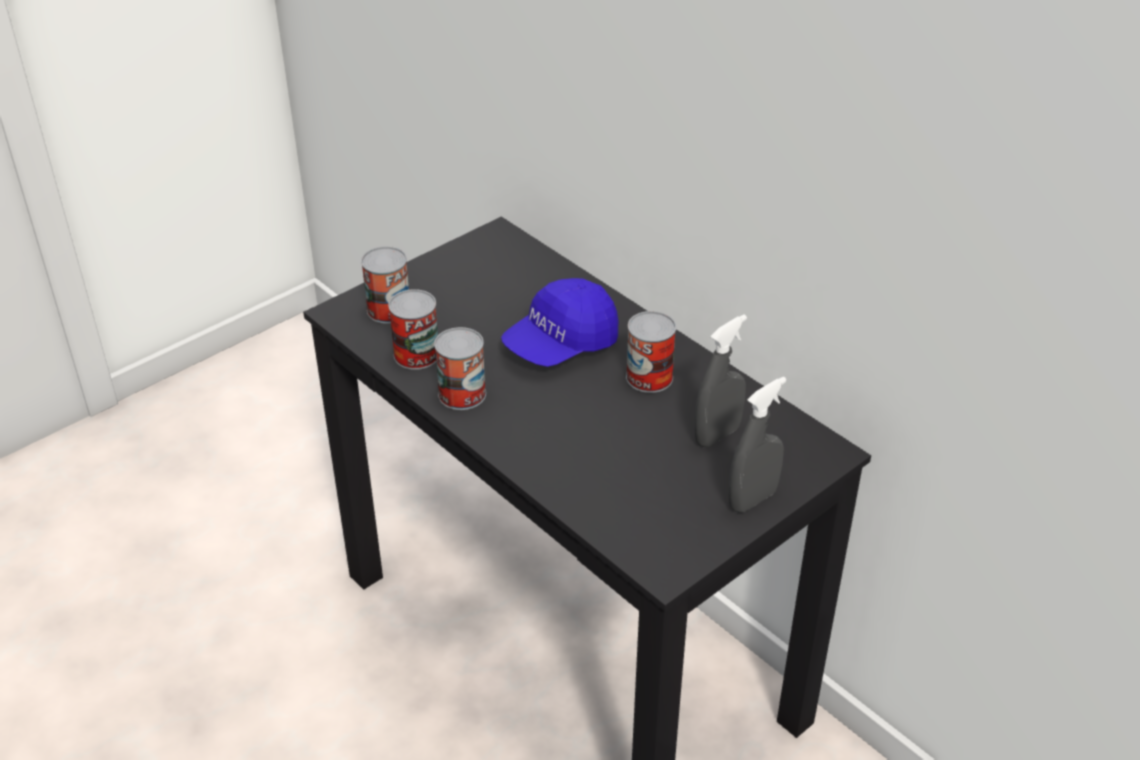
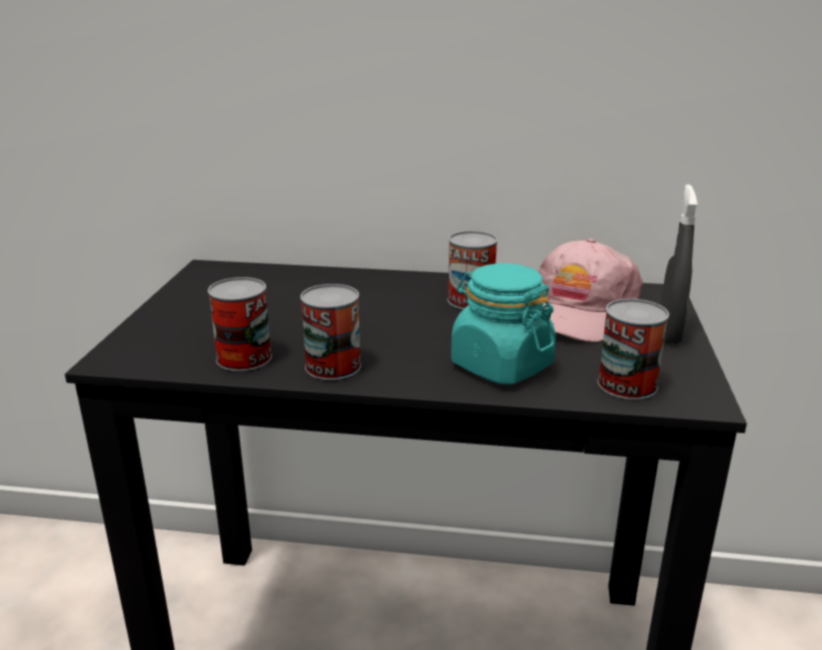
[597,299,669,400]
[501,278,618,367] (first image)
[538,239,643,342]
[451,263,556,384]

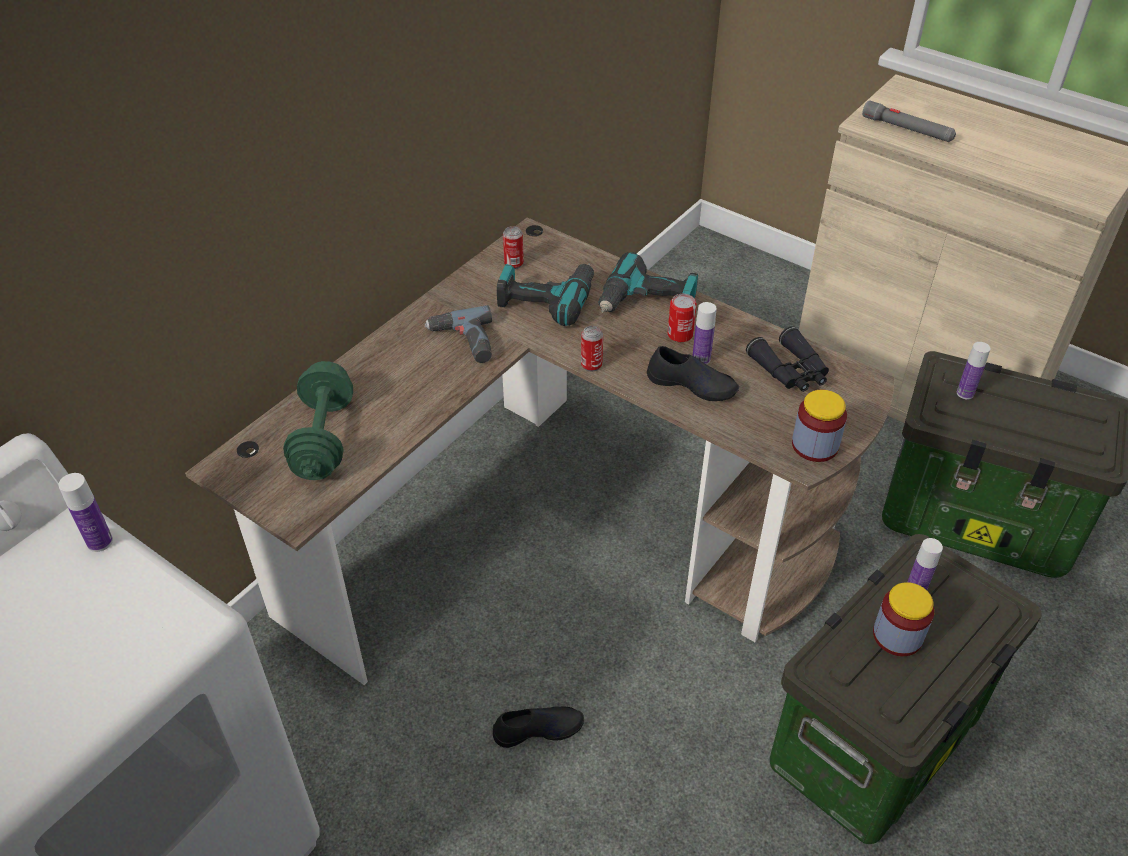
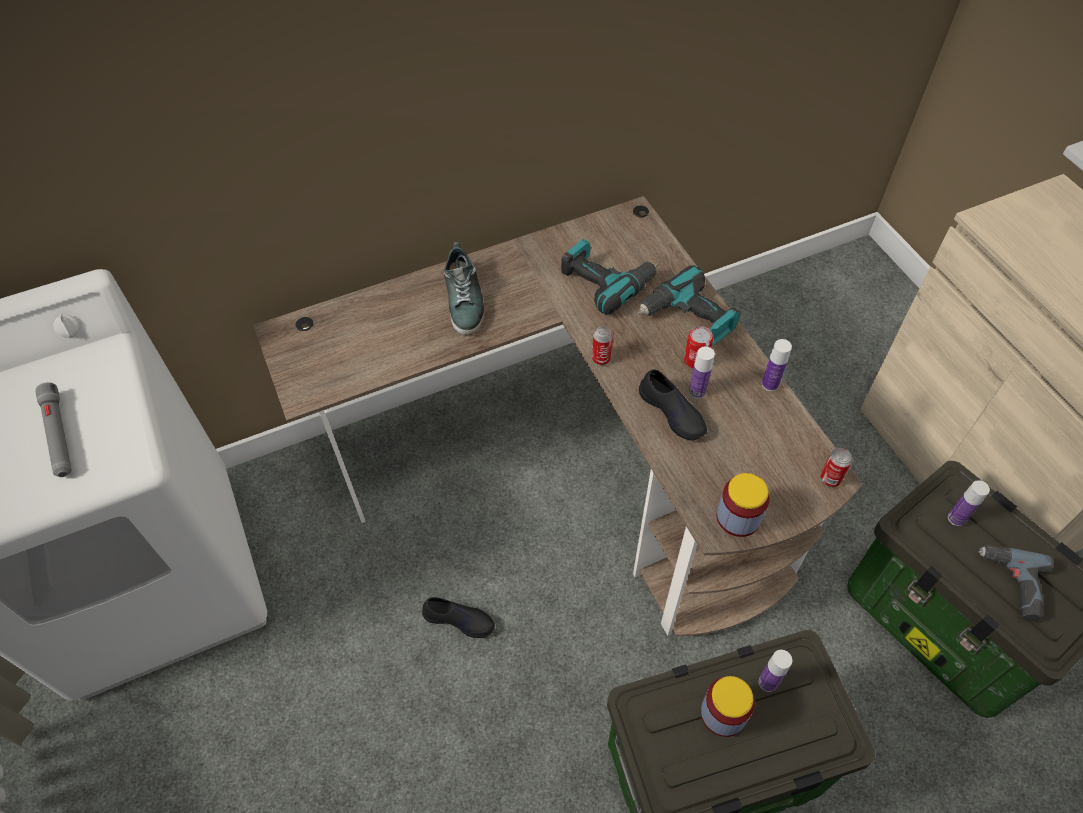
[762,339,792,391]
[283,361,353,480] (first image)
[979,545,1053,622]
[820,448,853,487]
[746,326,829,392] (first image)
[35,382,72,477]
[444,242,485,336]

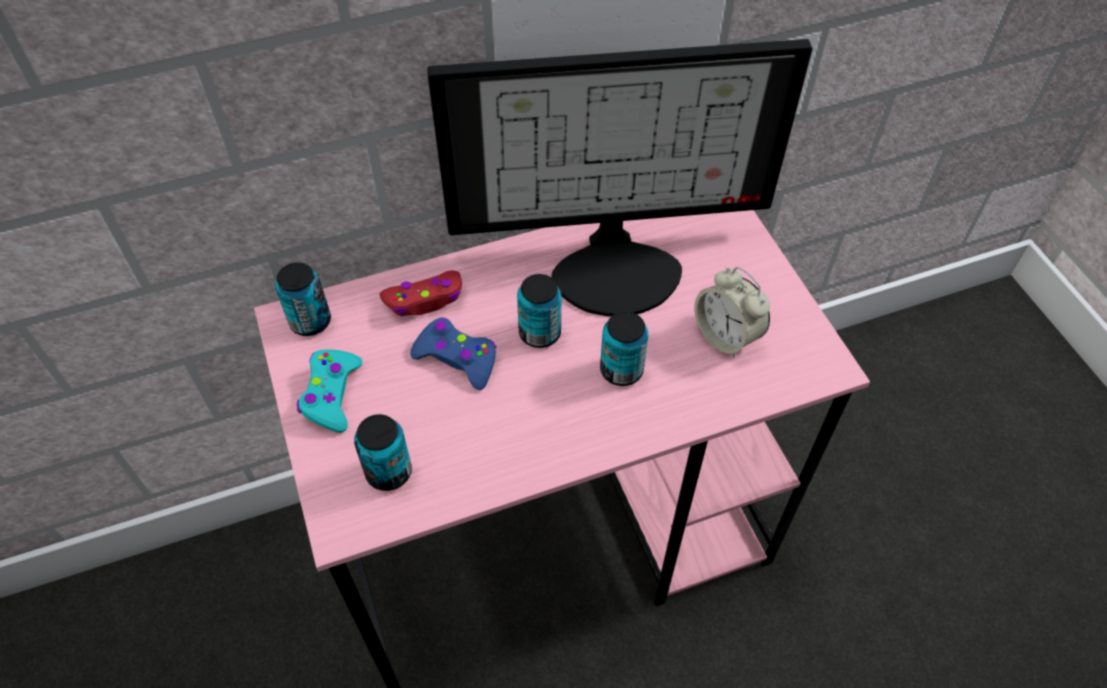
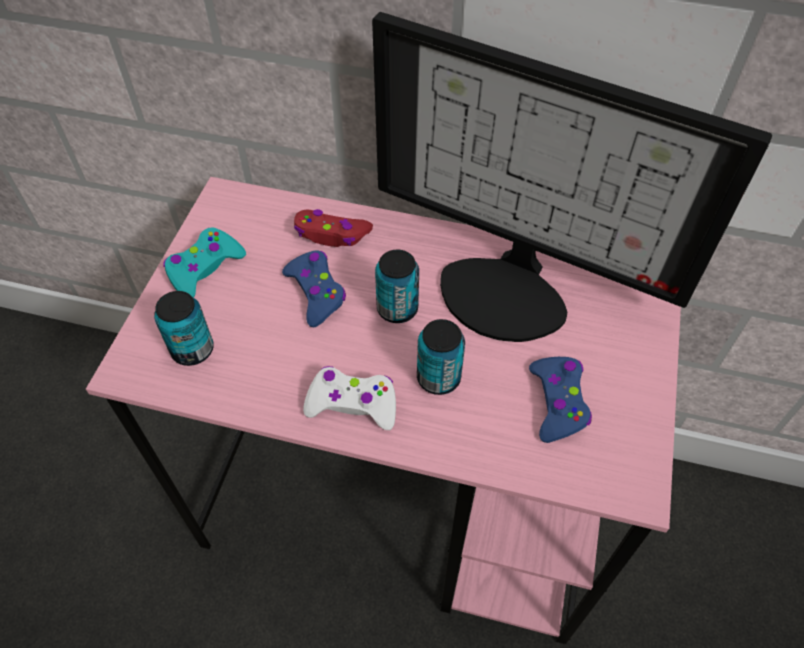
[275,262,331,336] (first image)
[529,357,592,443]
[303,366,396,430]

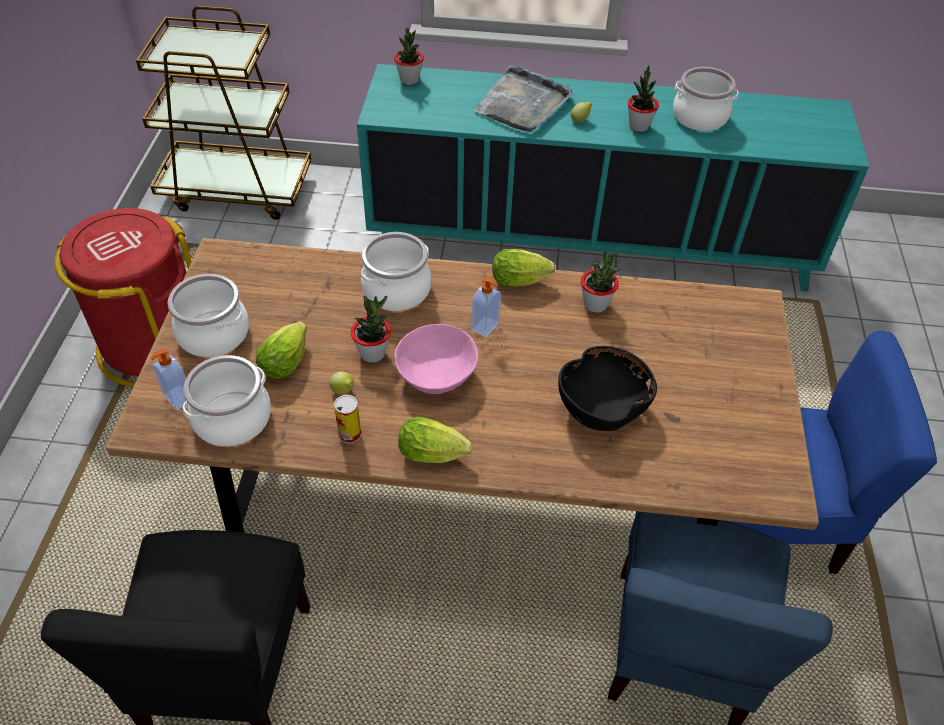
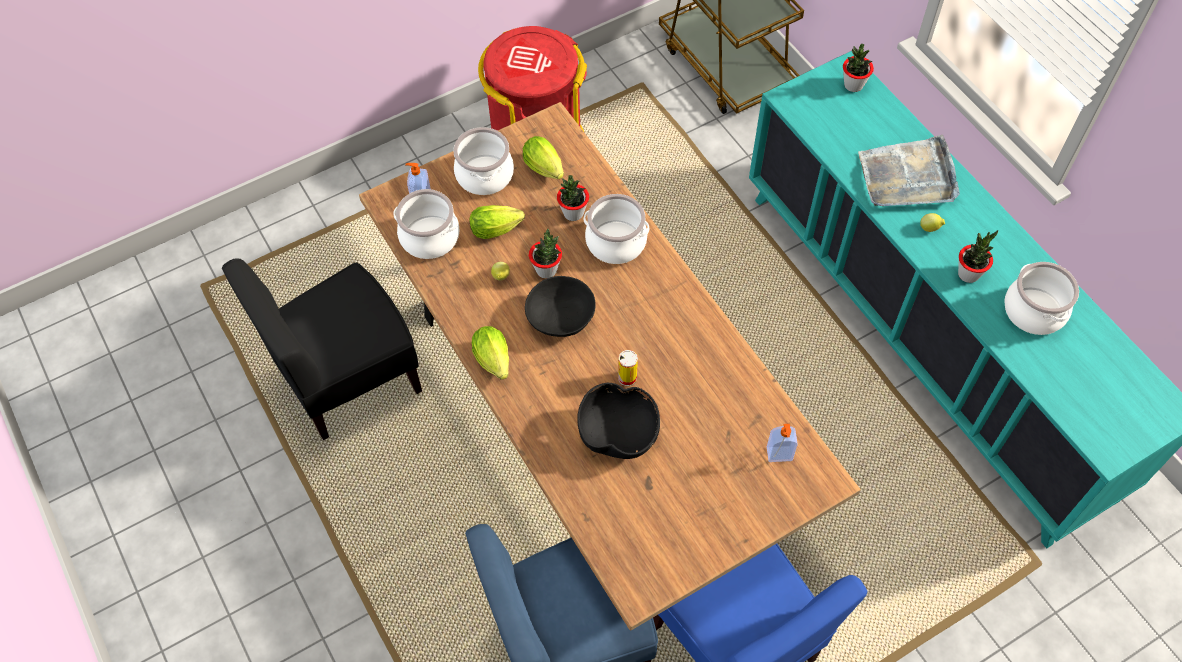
[618,350,638,386]
[525,276,596,337]
[767,424,798,462]
[523,136,564,179]
[557,175,589,221]

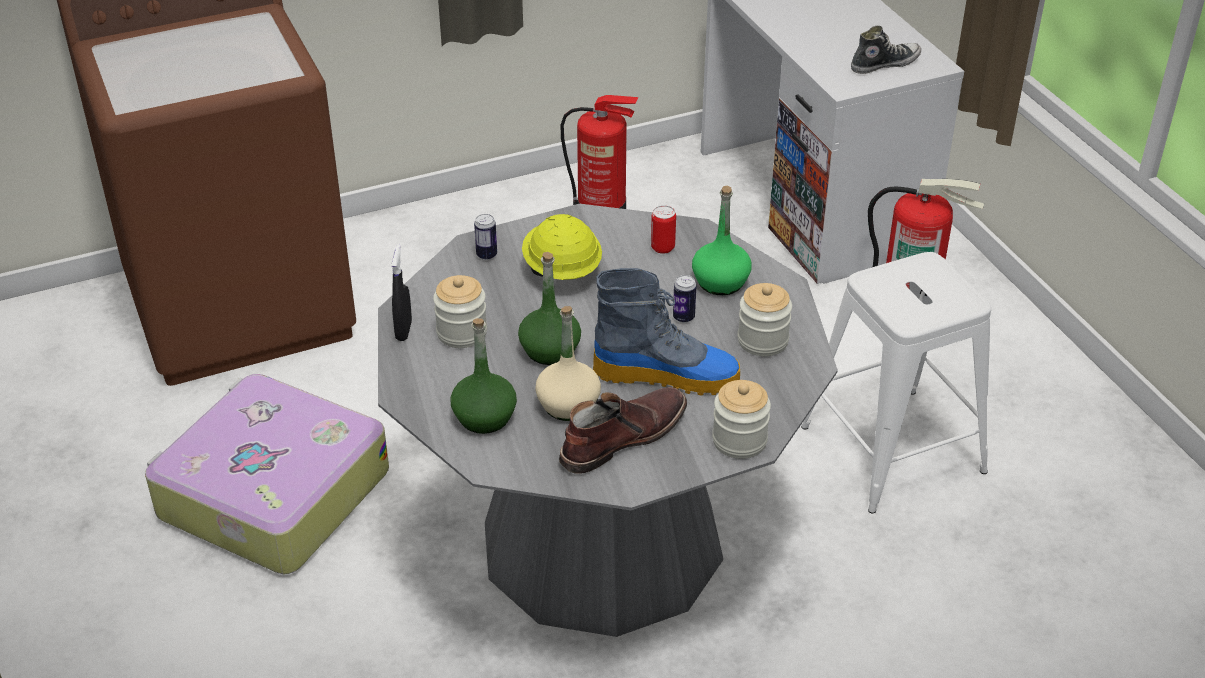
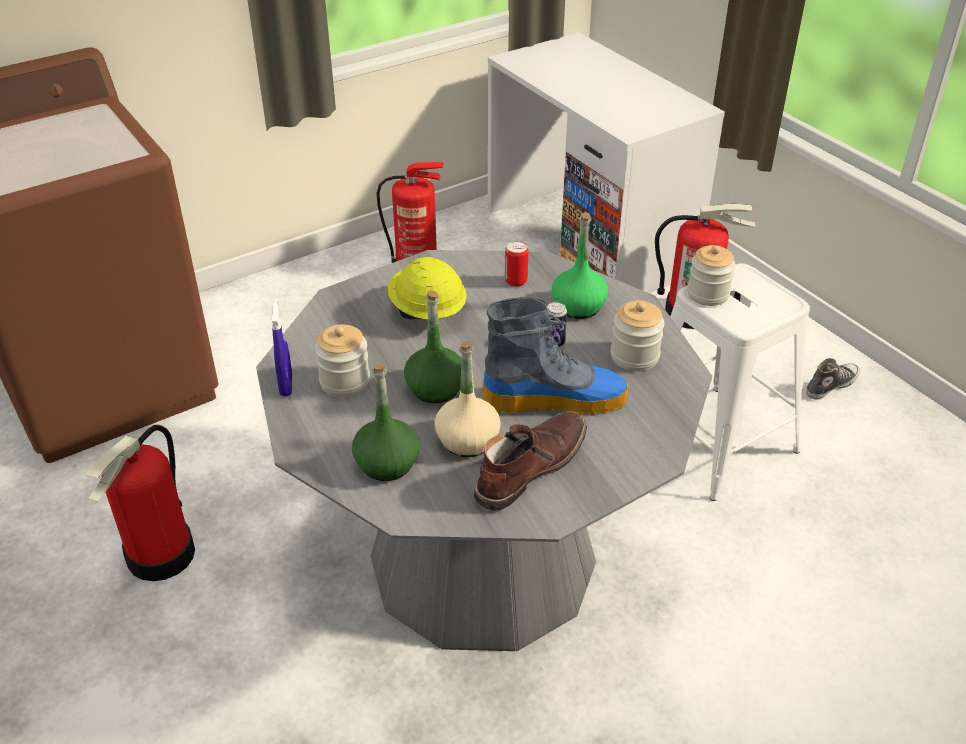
[86,425,195,581]
[271,299,292,396]
[474,214,497,260] (first image)
[687,245,735,306]
[806,358,860,400]

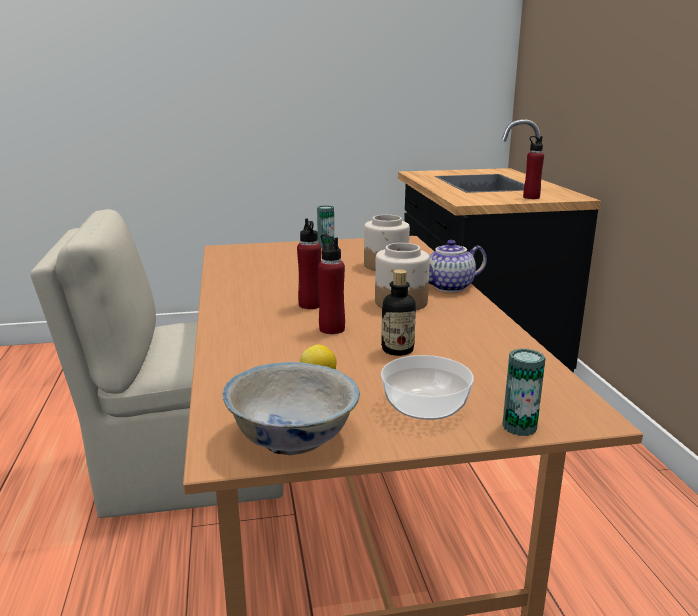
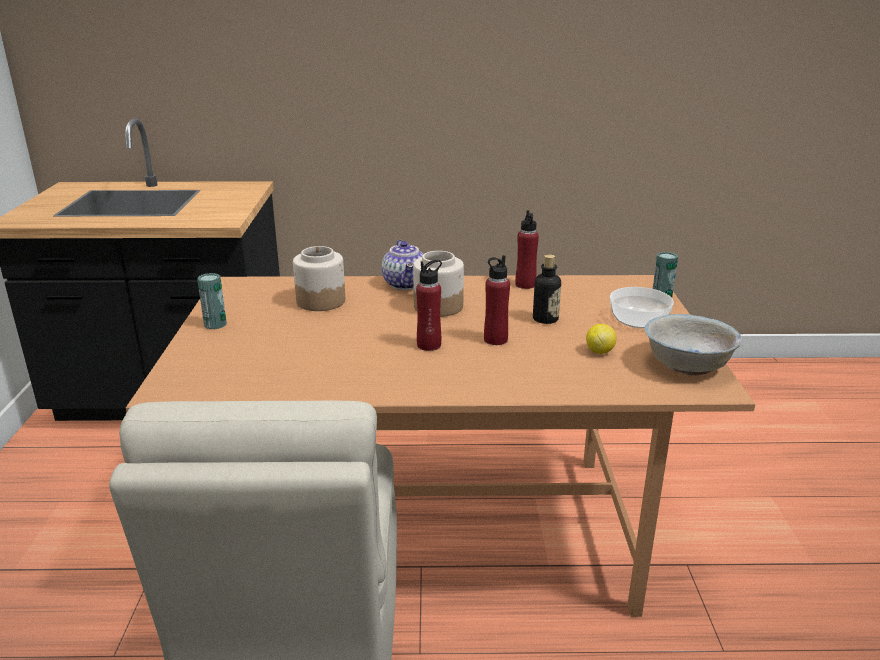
[515,210,539,289]

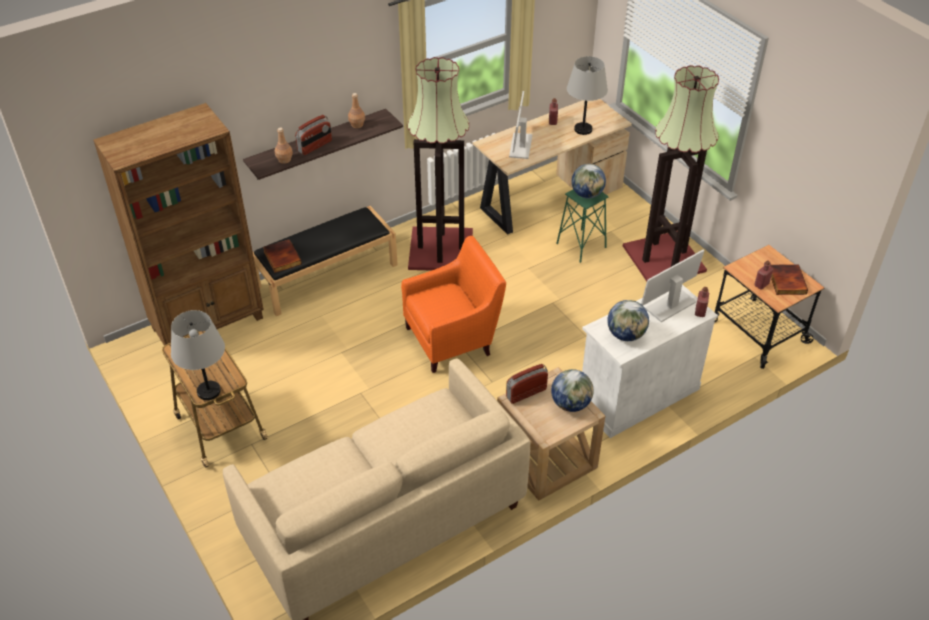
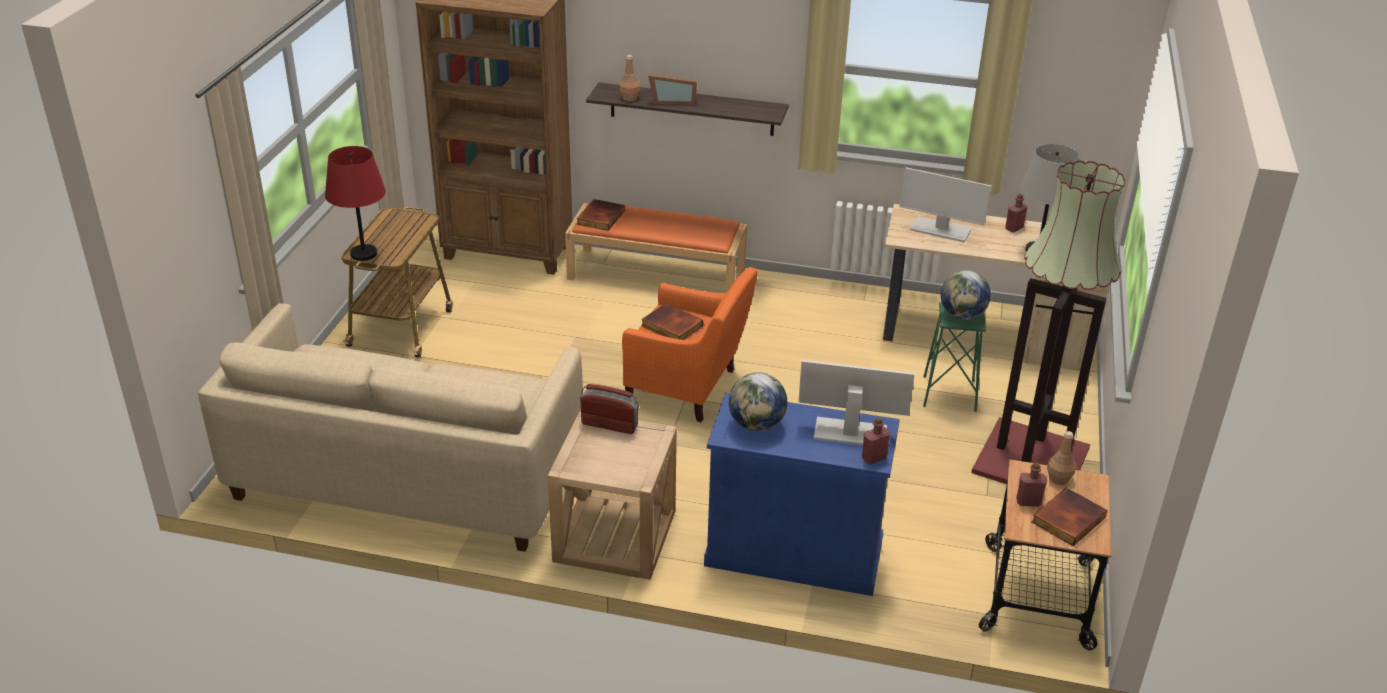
[325,146,386,261]
[565,202,747,293]
[648,74,697,105]
[1047,431,1076,485]
[408,57,473,271] (first image)
[899,167,991,242]
[551,369,594,412] (first image)
[704,392,900,596]
[641,303,703,340]

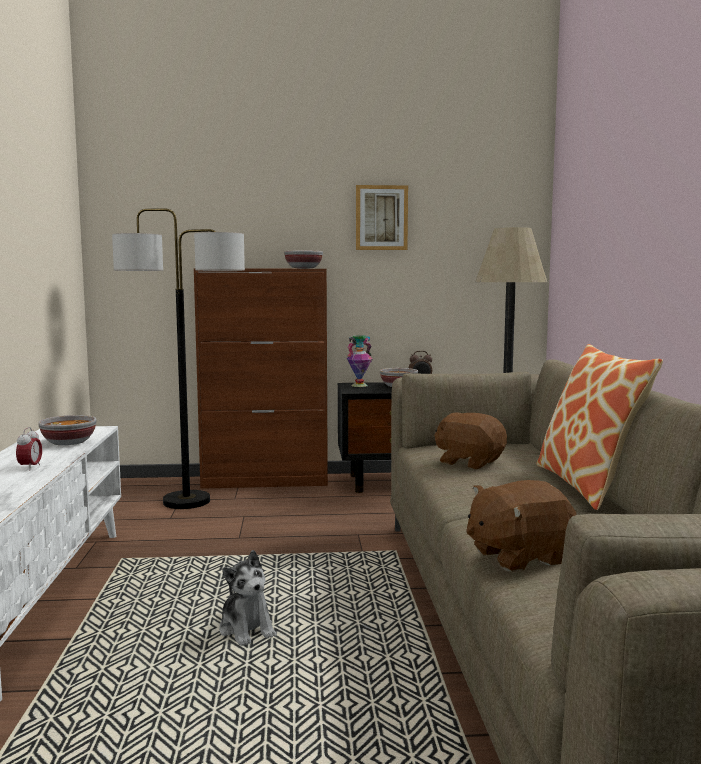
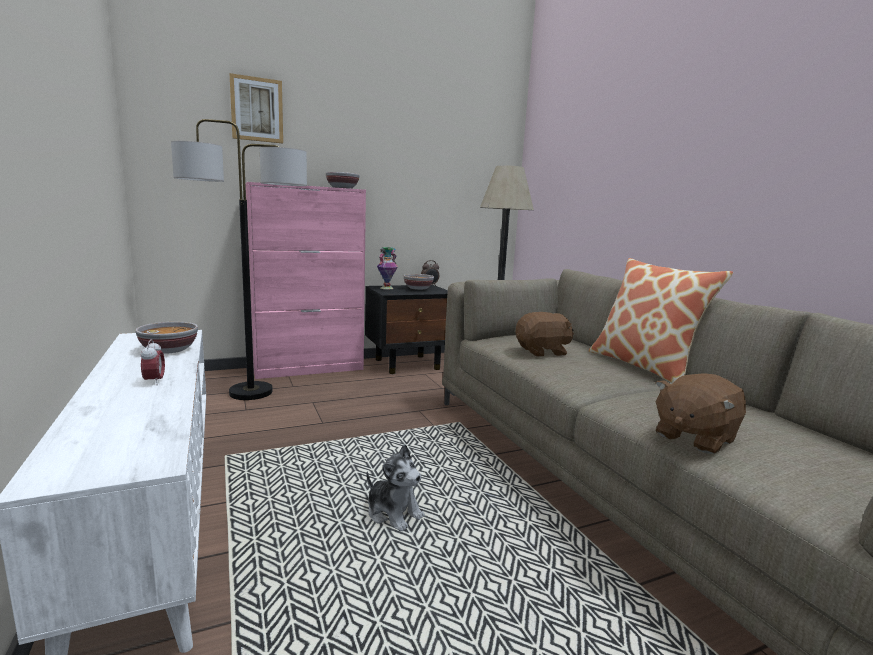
[245,182,366,379]
[230,73,283,143]
[515,312,574,357]

